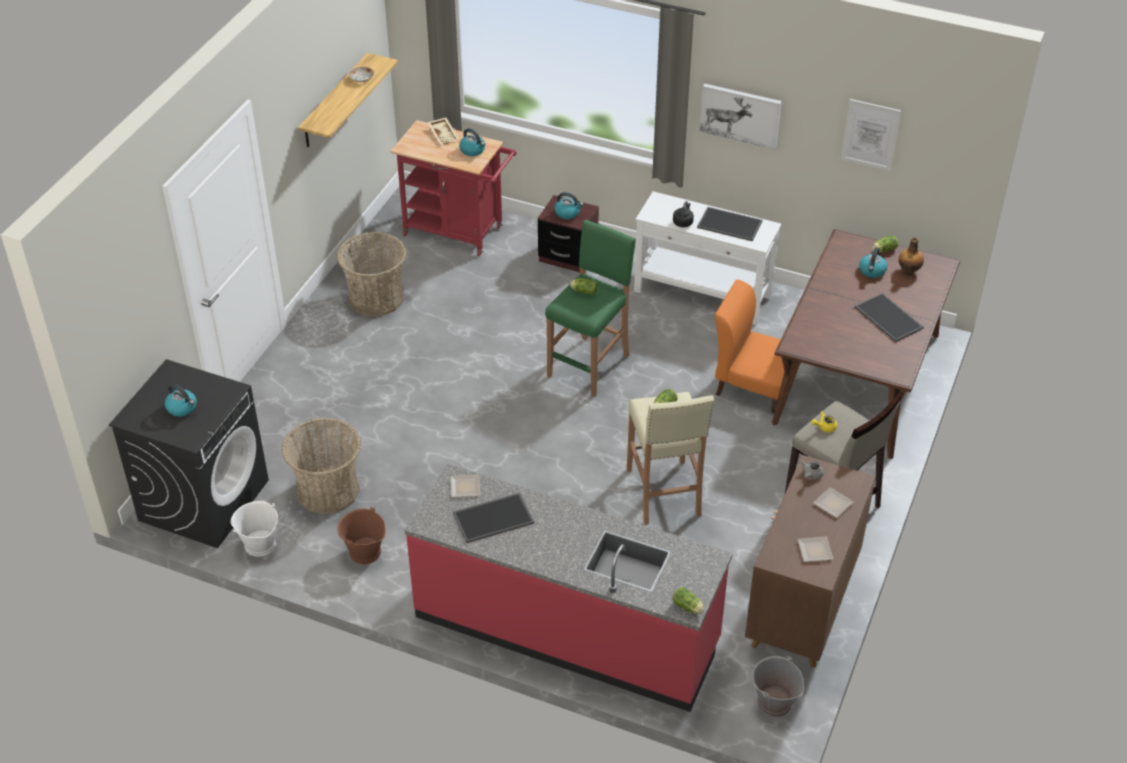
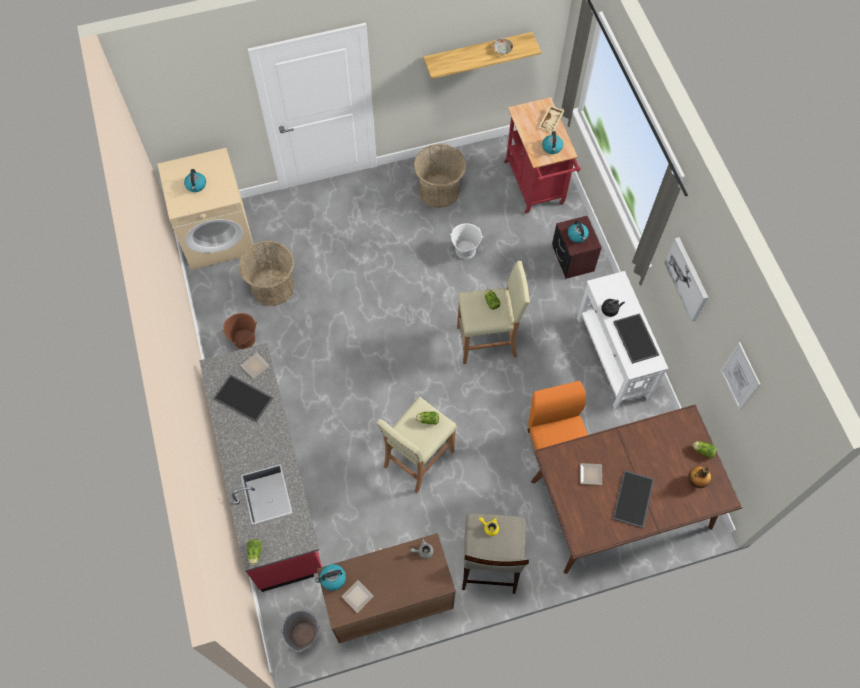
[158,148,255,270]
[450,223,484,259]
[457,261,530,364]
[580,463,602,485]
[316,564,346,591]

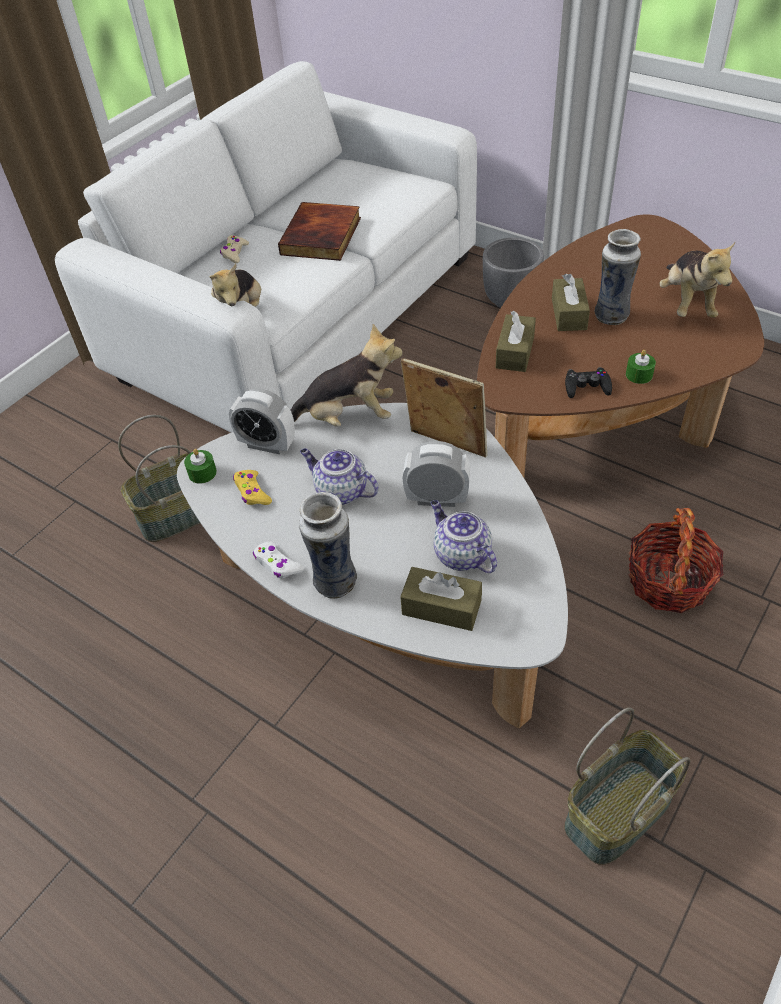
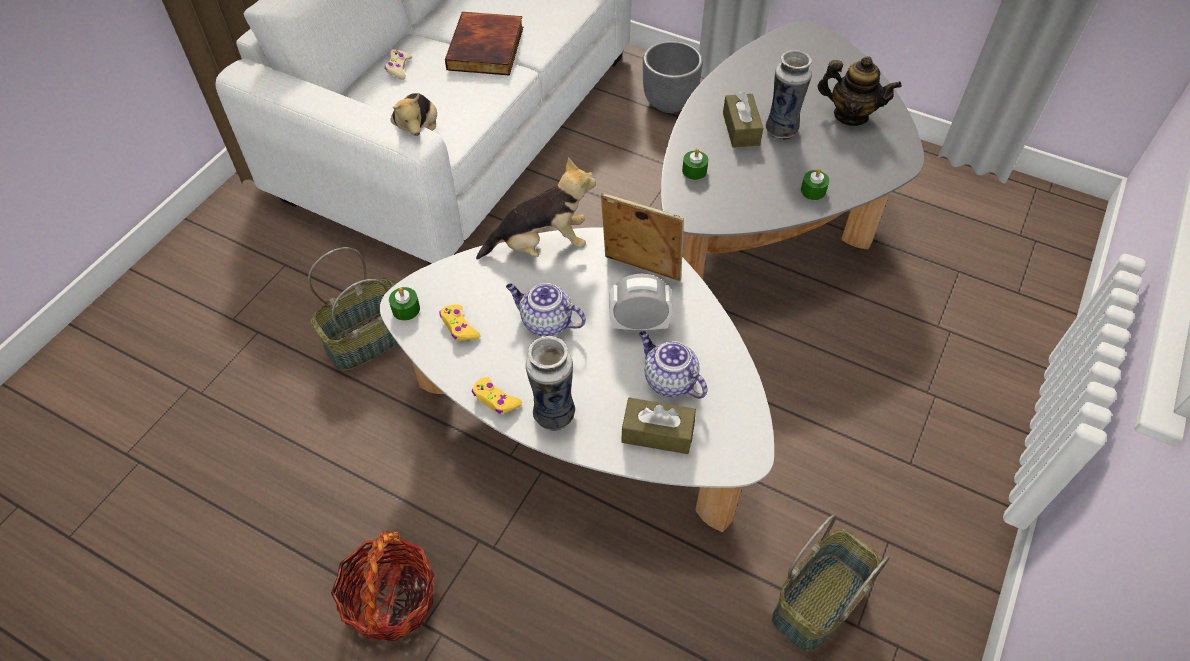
[229,388,295,454] (first image)
[472,377,522,414]
[661,21,924,280]
[682,149,708,180]
[565,367,612,398] (first image)
[331,530,435,641]
[817,56,902,126]

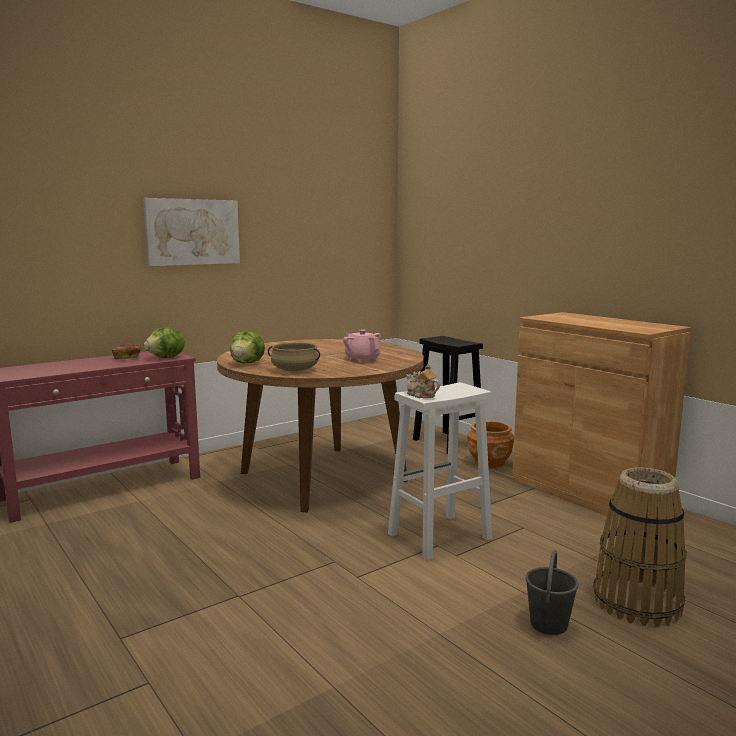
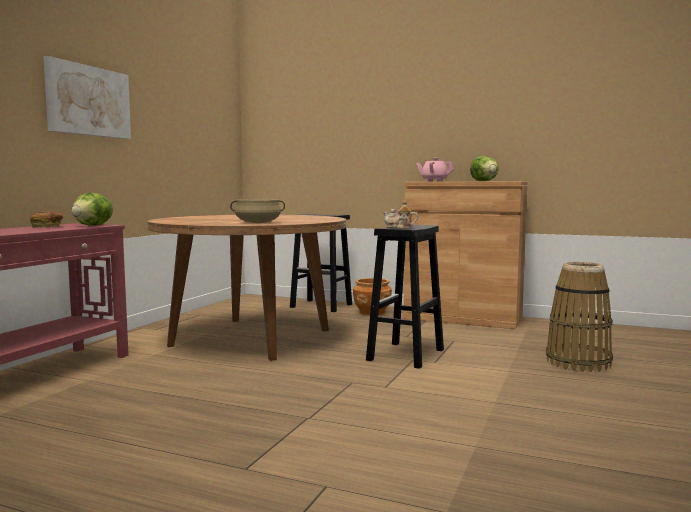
[470,156,499,181]
[416,158,454,182]
[366,225,444,369]
[526,550,578,635] (first image)

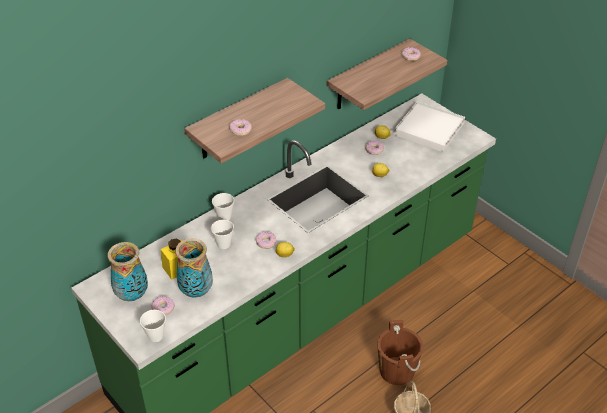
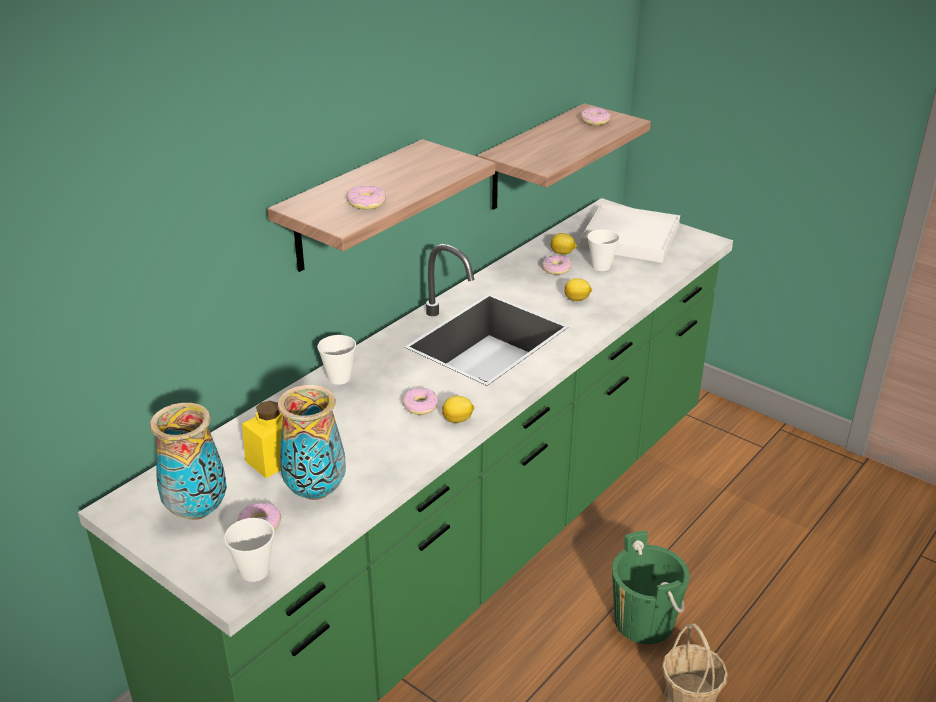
[587,229,620,271]
[612,531,690,644]

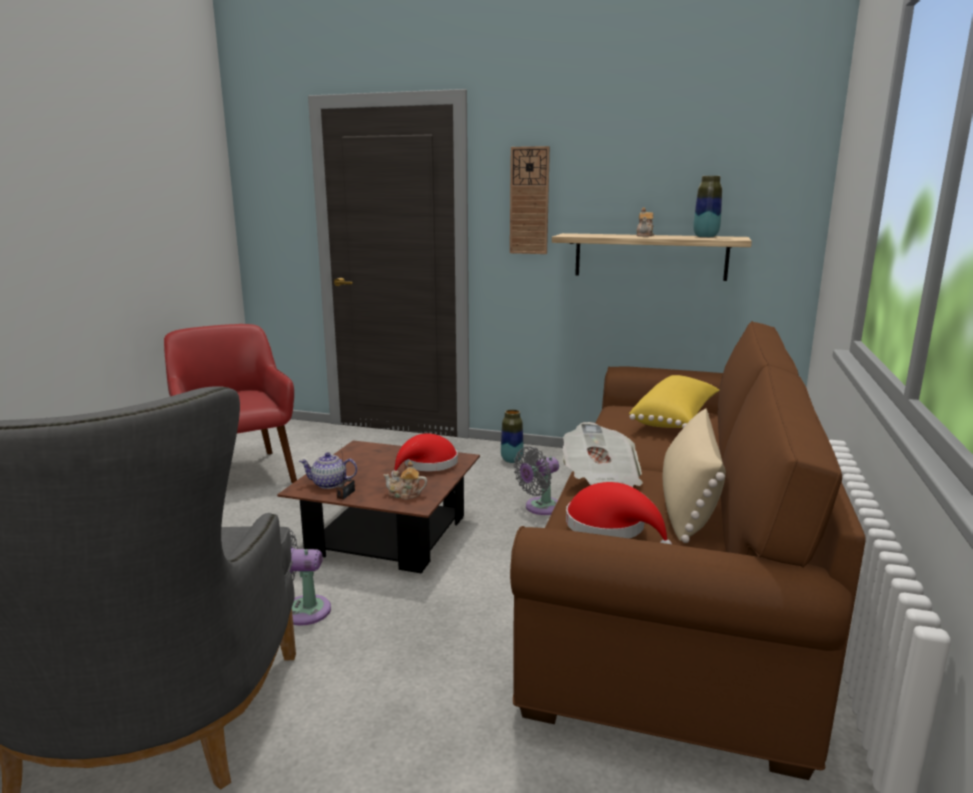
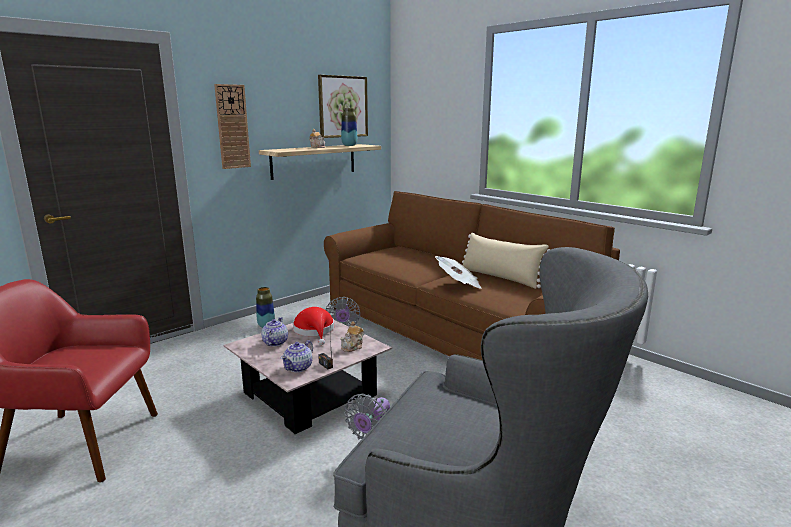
[224,320,392,434]
[566,482,672,544] (first image)
[629,375,719,428] (first image)
[261,317,288,347]
[318,75,368,138]

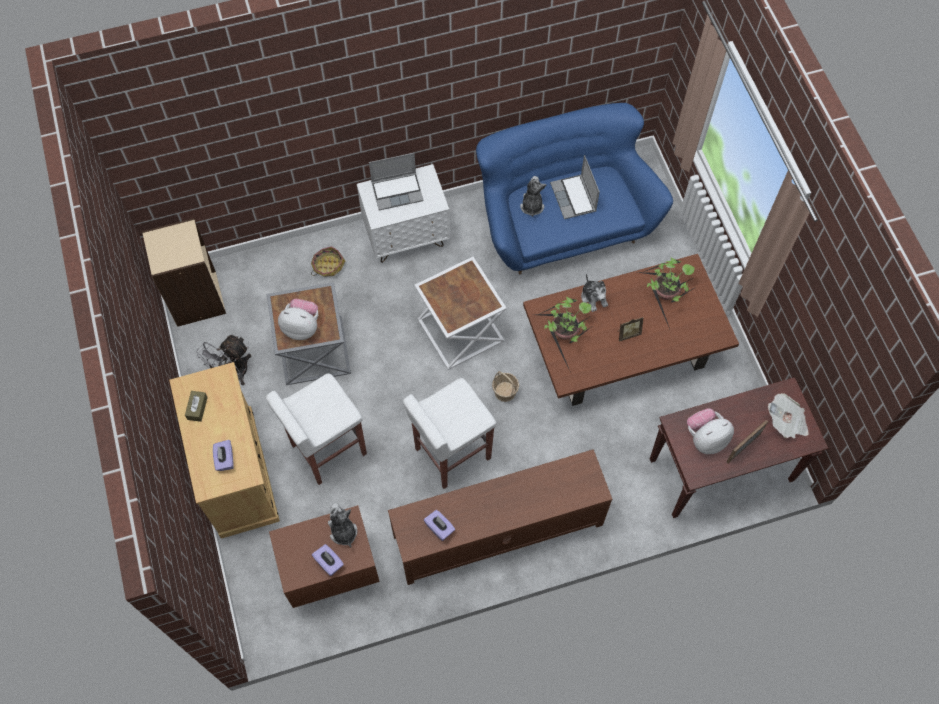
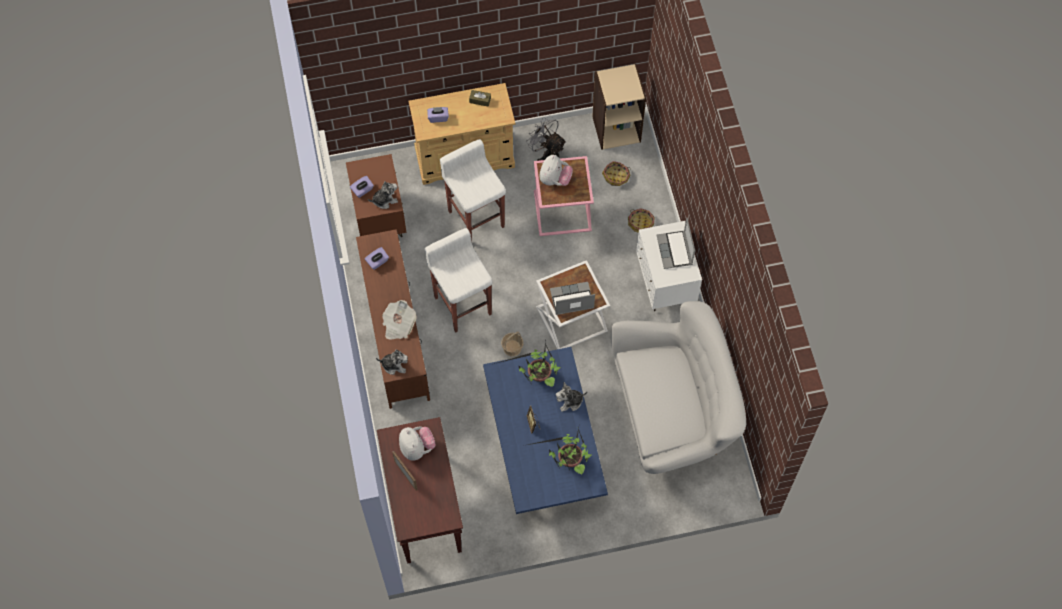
[534,156,594,236]
[611,301,746,474]
[376,350,408,375]
[483,347,608,514]
[550,282,595,315]
[382,300,416,339]
[602,161,631,186]

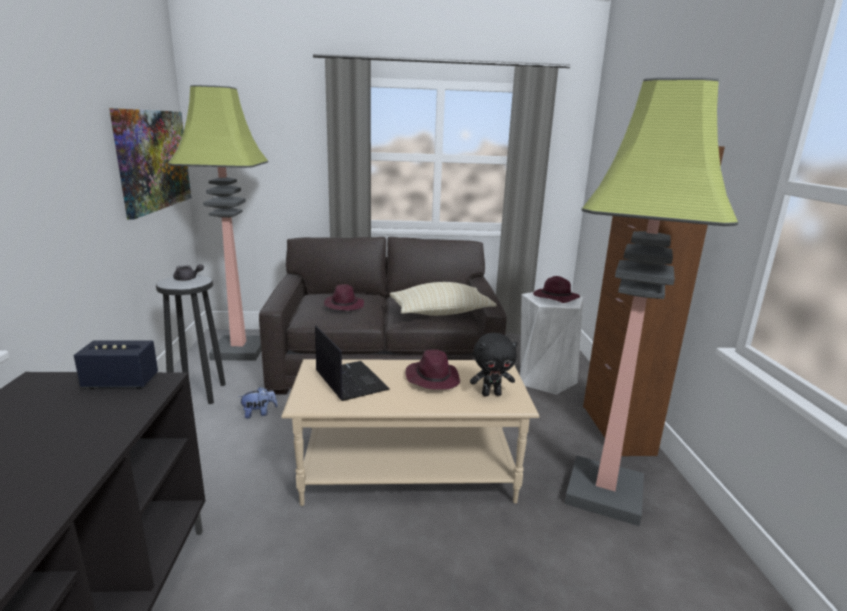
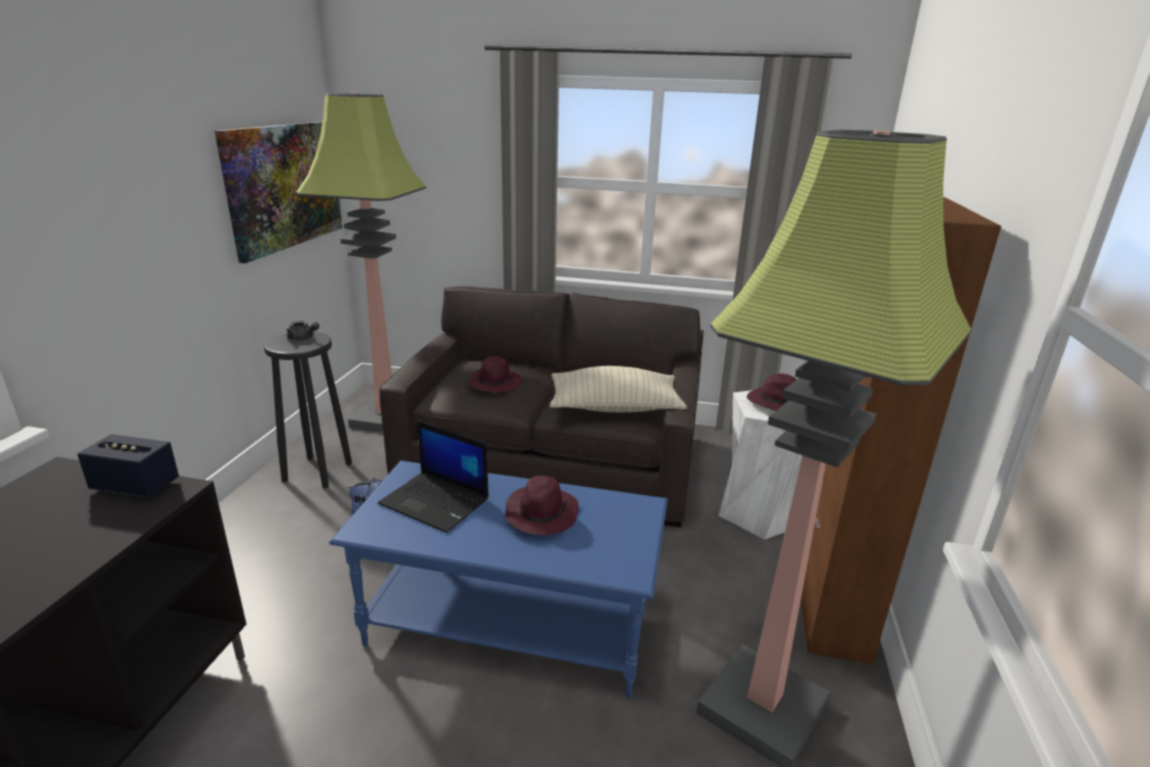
[329,461,668,698]
[378,420,489,533]
[470,333,518,396] (first image)

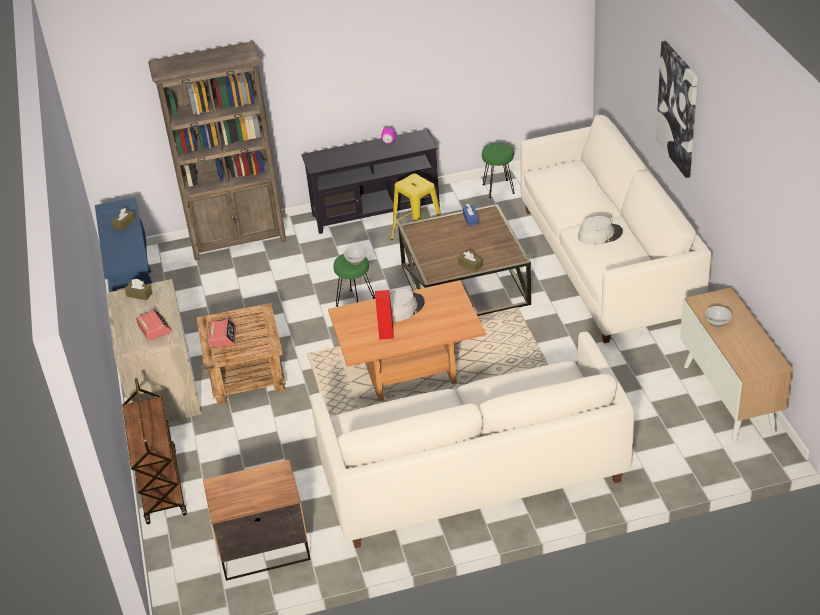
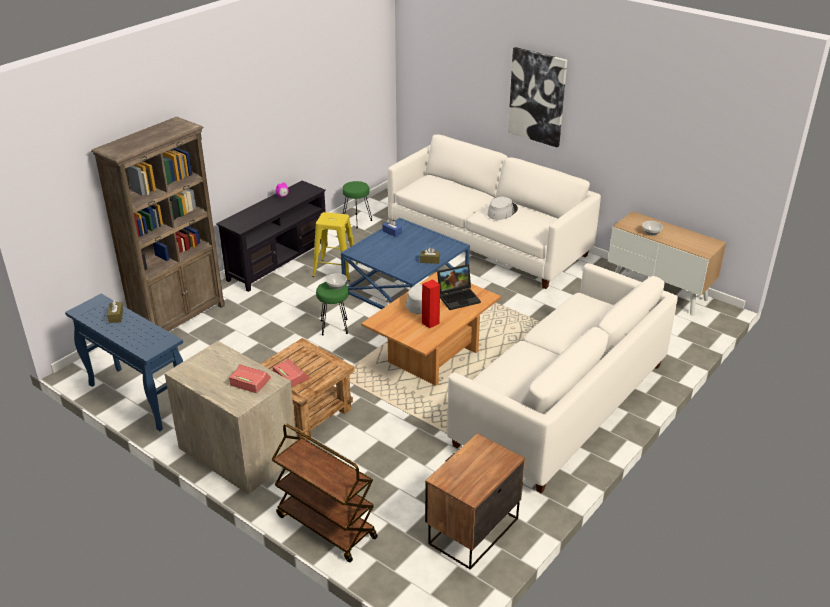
[125,279,152,300] (first image)
[341,218,470,309]
[437,264,481,310]

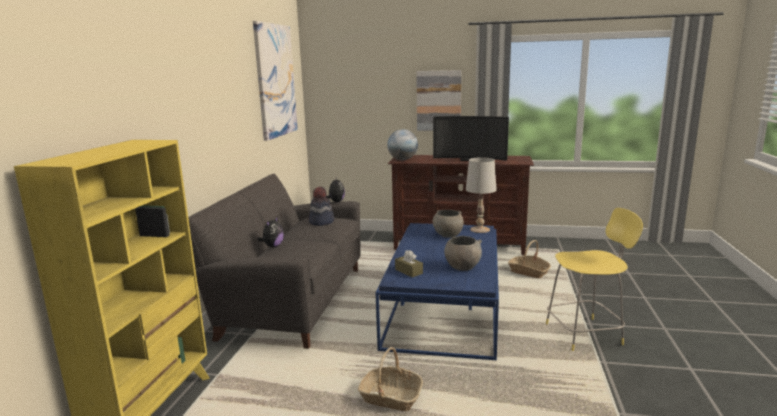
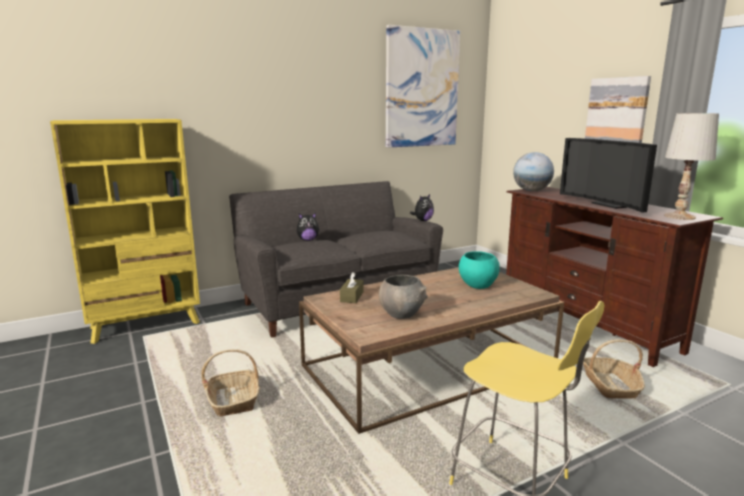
[308,187,335,226] (first image)
[299,267,564,434]
[459,251,500,289]
[664,113,719,220]

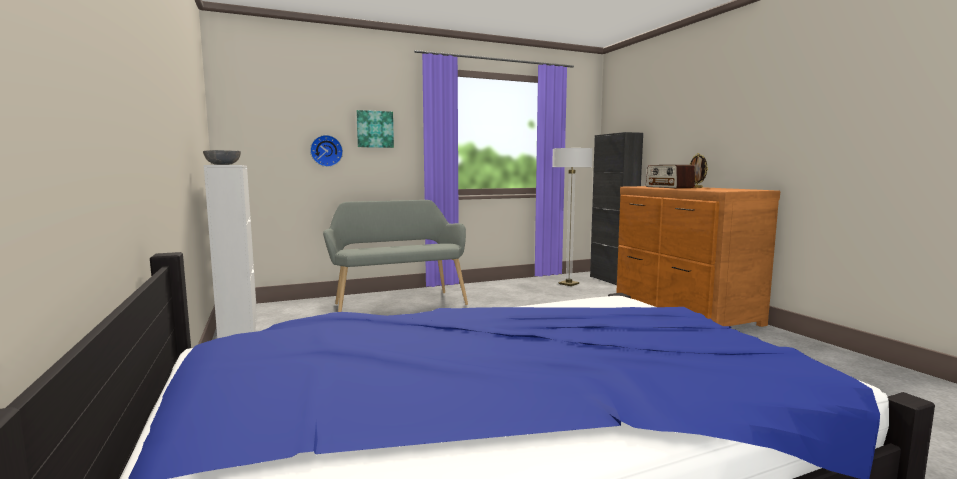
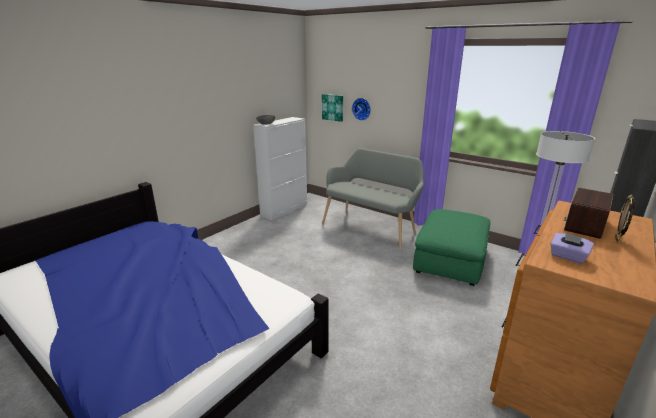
[322,94,343,122]
[413,209,490,286]
[550,232,594,264]

